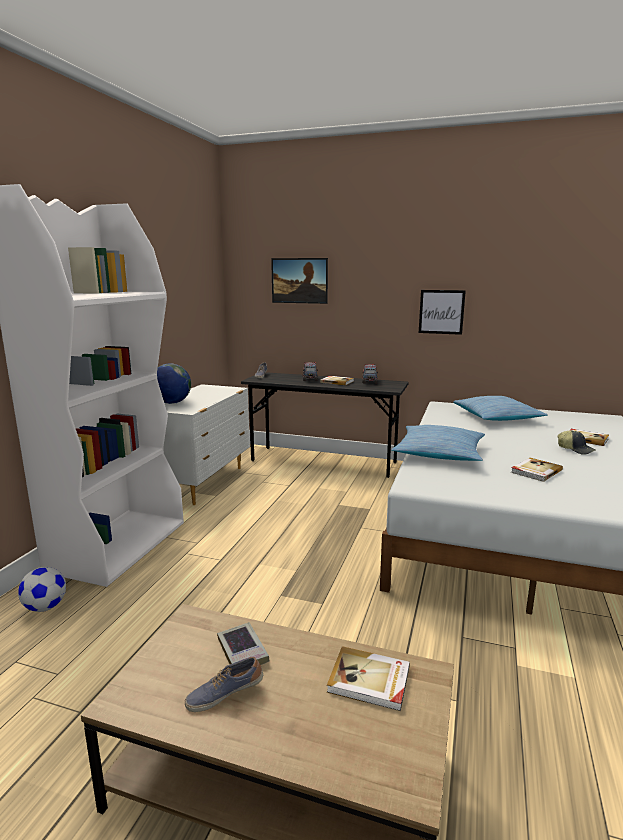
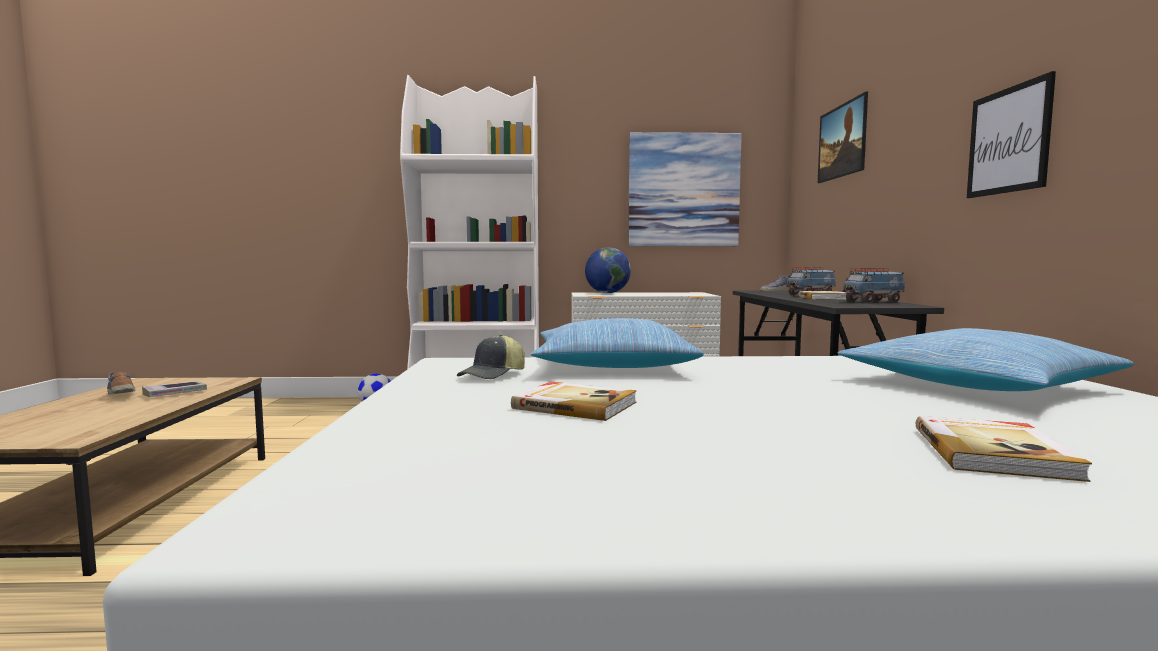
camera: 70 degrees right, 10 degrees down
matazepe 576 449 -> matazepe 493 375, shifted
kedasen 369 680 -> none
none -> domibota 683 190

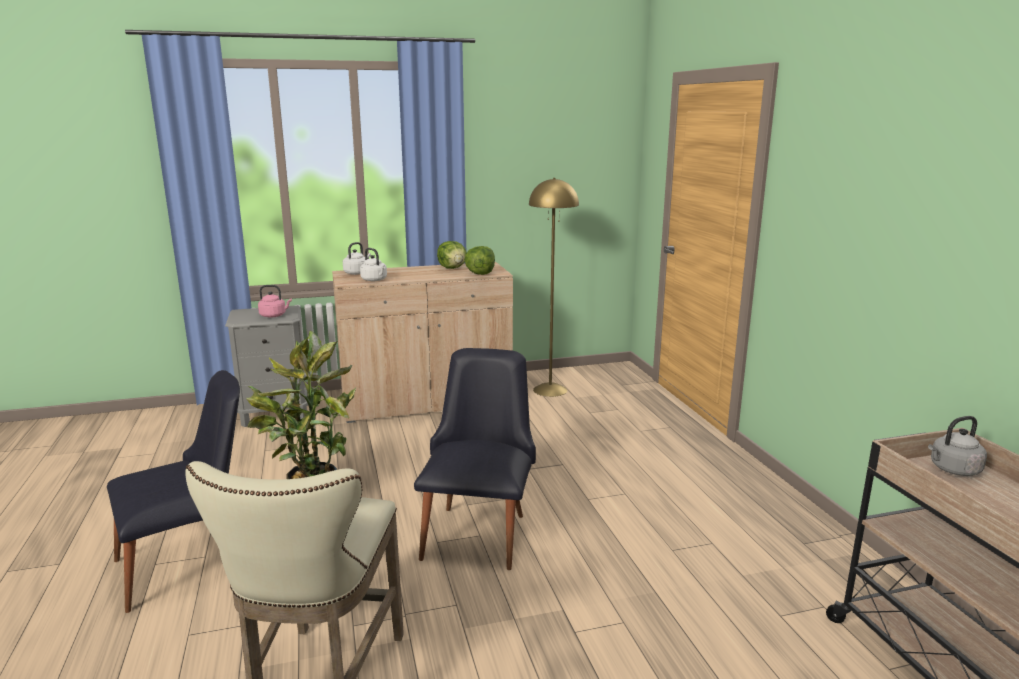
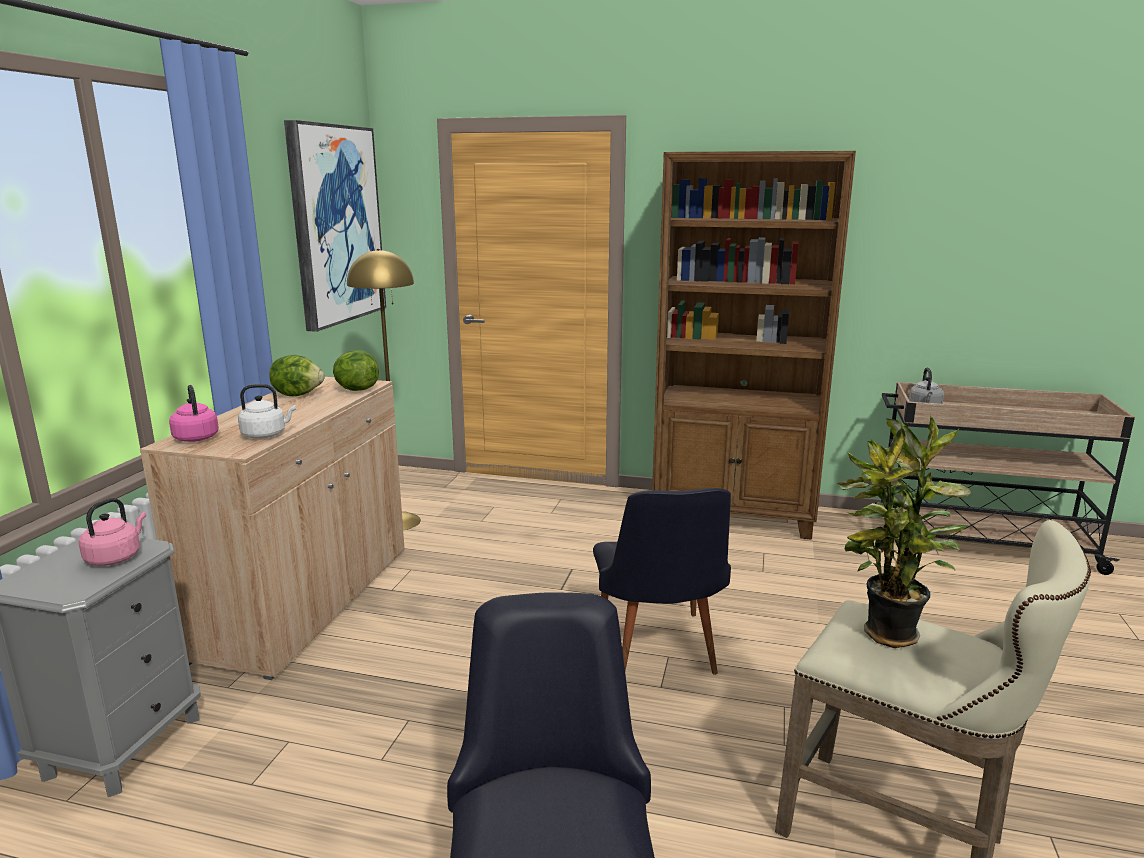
camera: 60 degrees left, 0 degrees up
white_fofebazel 357 273 -> pink_fofebazel 196 437
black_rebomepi 479 530 -> black_rebomepi 658 653, 135 degrees counterclockwise
none -> domibota 335 225
none -> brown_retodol 734 516

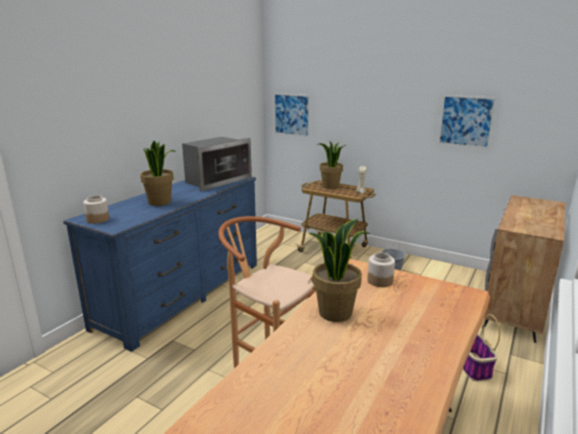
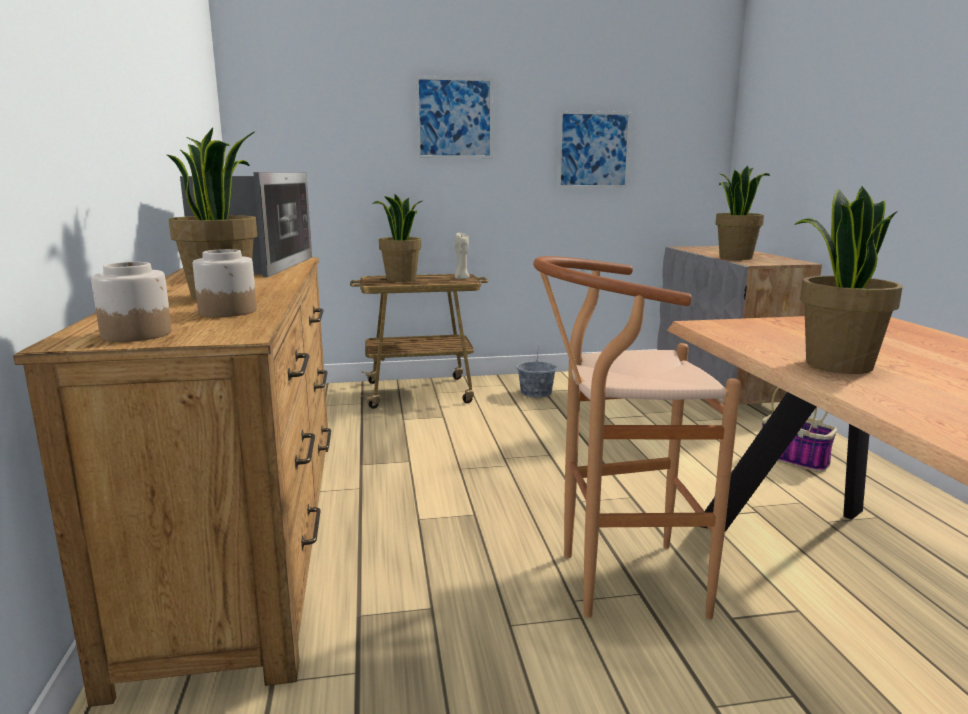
camera: 40 degrees left, 5 degrees down
domibota 291 115 -> domibota 454 118, shifted
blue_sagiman 182 294 -> brown_sagiman 247 533
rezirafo 380 281 -> rezirafo 228 311, shifted
none -> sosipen 735 257

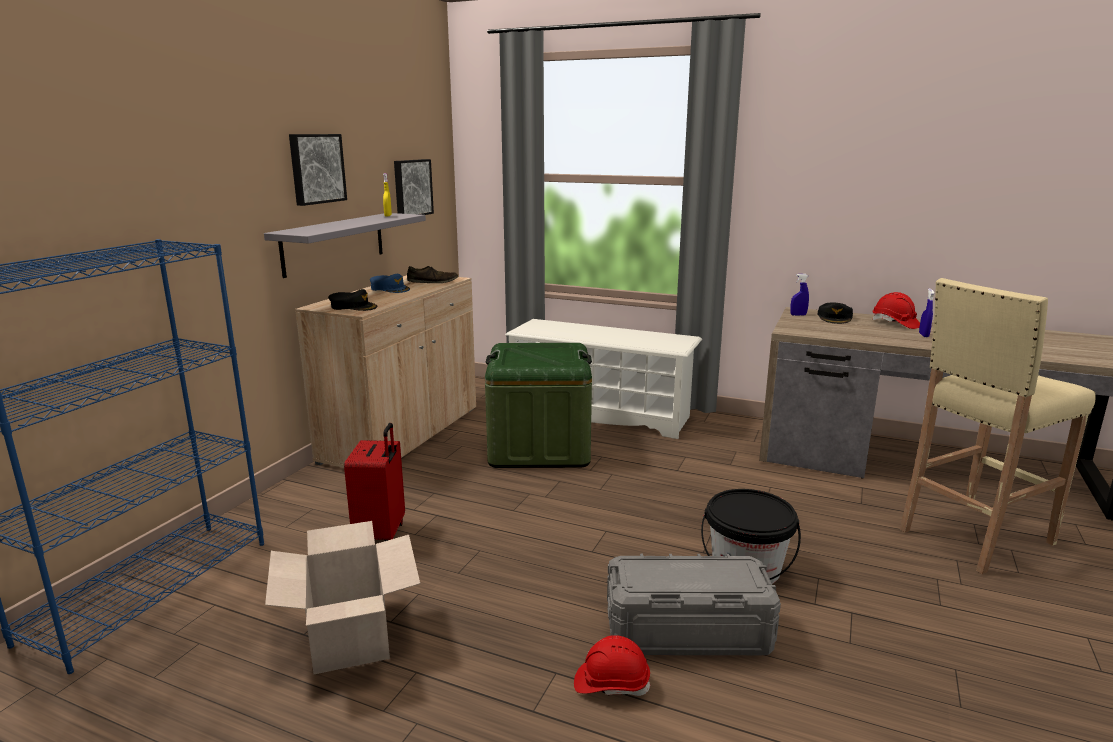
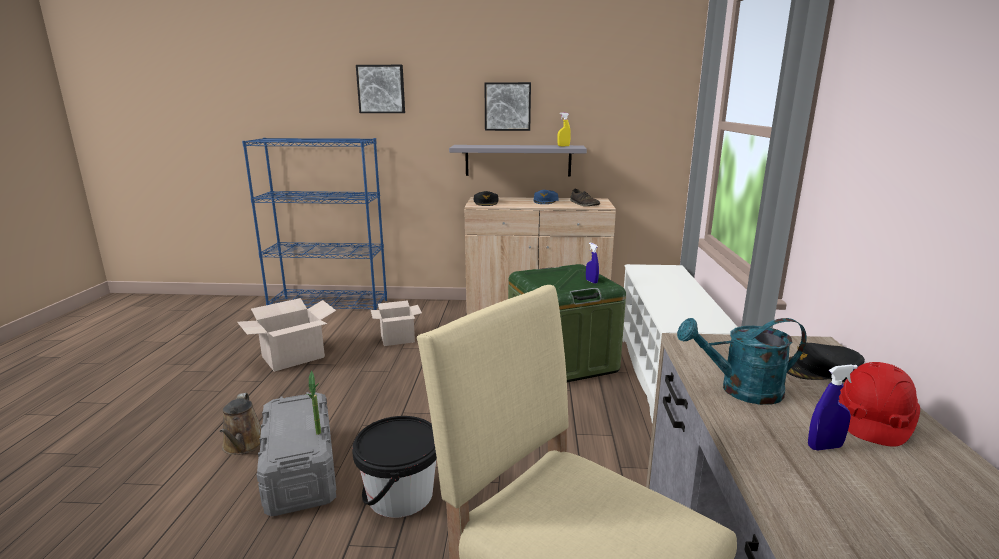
camera: 70 degrees right, 0 degrees up
domibota 411 188 -> domibota 381 89, shifted
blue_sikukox 798 315 -> blue_sikukox 591 281, shifted
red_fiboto 381 535 -> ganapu 397 339
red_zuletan 611 683 -> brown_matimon 243 445
none -> turquoise_matimon 740 390
none -> sosipen 319 435

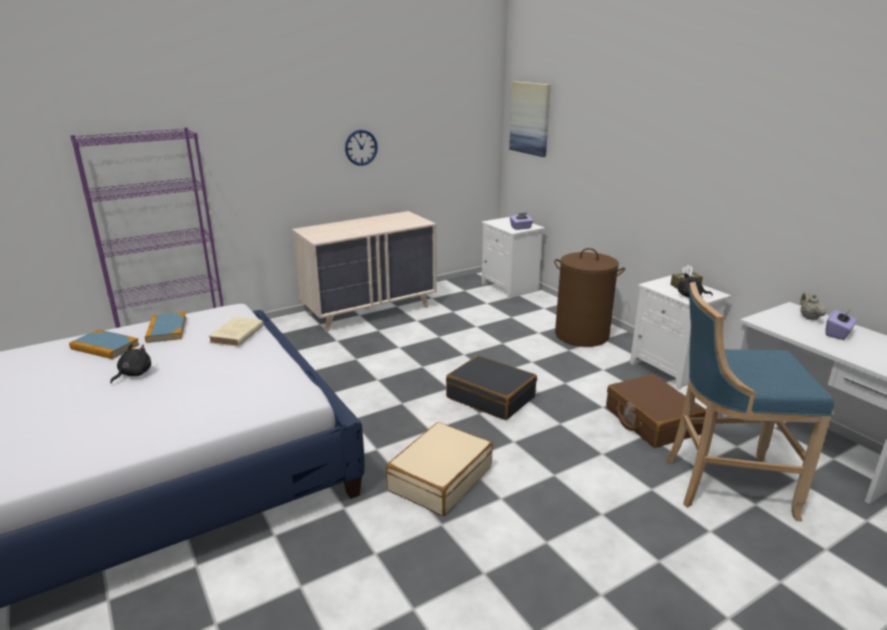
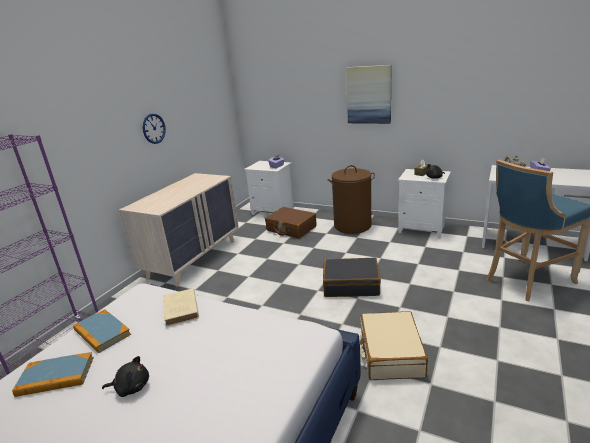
camera: 30 degrees left, 0 degrees up
domibota 530 118 -> domibota 369 95, shifted
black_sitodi 133 374 -> black_sitodi 131 387, 90 degrees clockwise
brown_fiboto 651 421 -> brown_fiboto 291 229, shifted

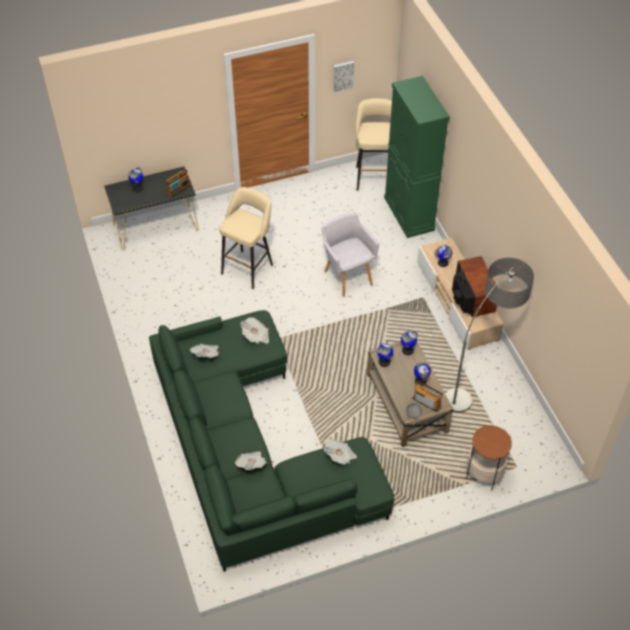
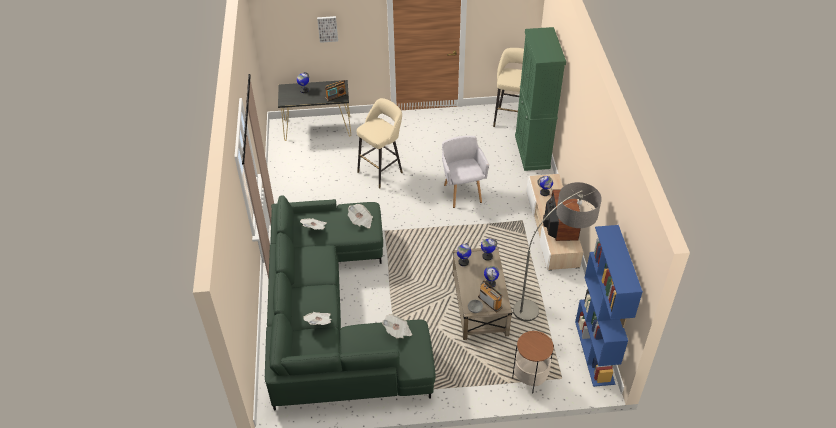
camera: 15 degrees right, 5 degrees down
domibota 343 75 -> domibota 327 28, shifted
none -> blue_retodol 595 352

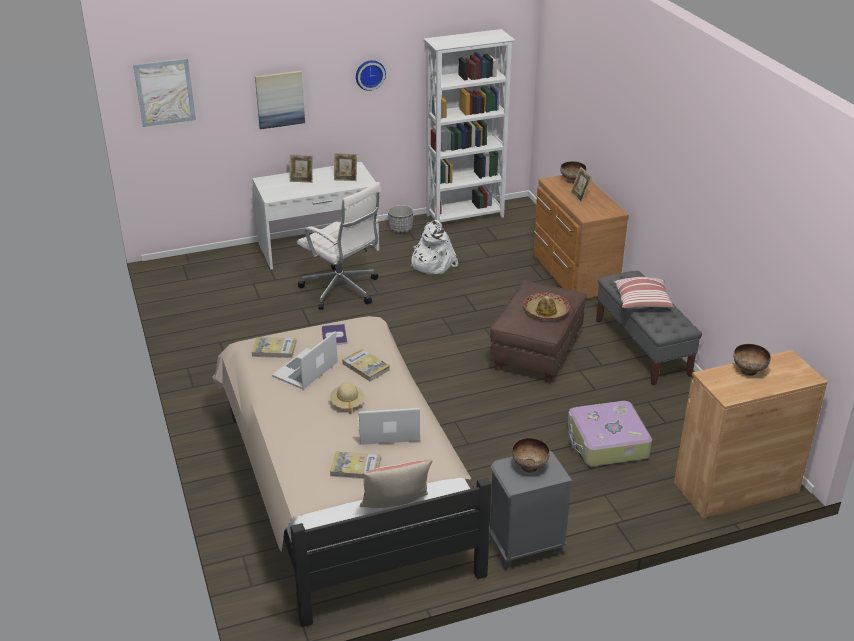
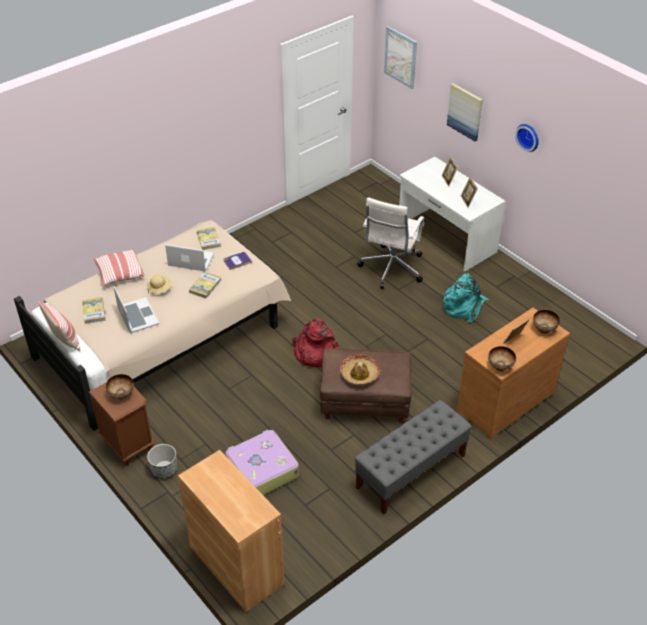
camera: 70 degrees right, 10 degrees up
white_retodol 466 216 -> none
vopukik 400 229 -> vopukik 164 470, shifted
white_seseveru 431 264 -> turquoise_seseveru 463 307
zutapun 642 302 -> zutapun 119 273, shifted
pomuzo 749 371 -> pomuzo 500 367, shifted
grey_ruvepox 524 546 -> brown_ruvepox 128 444
none -> red_seseveru 313 353

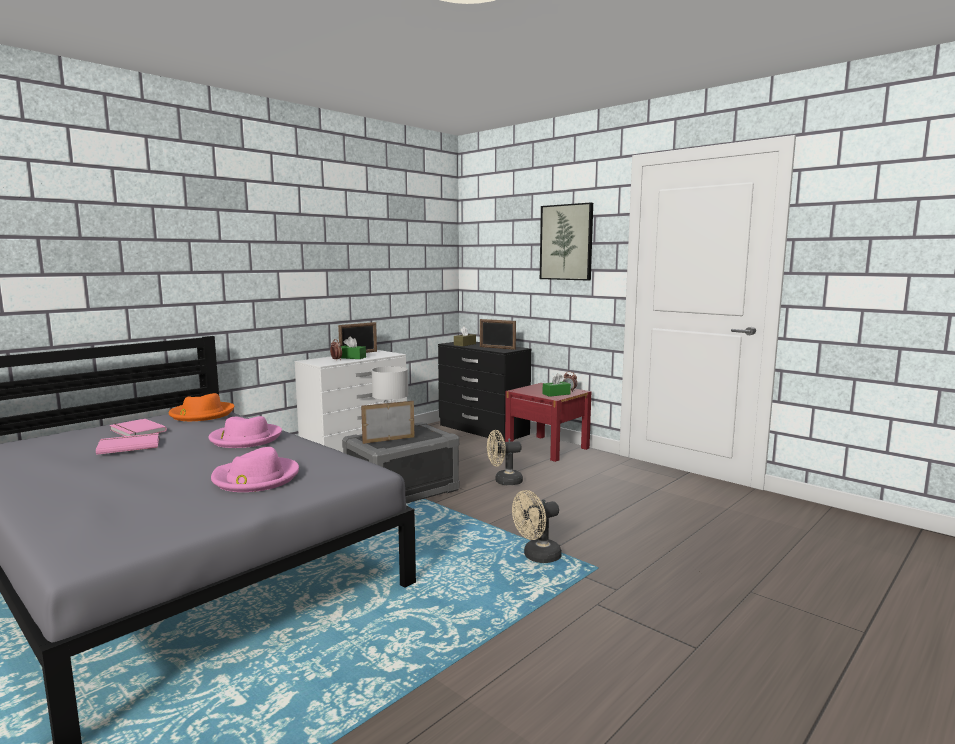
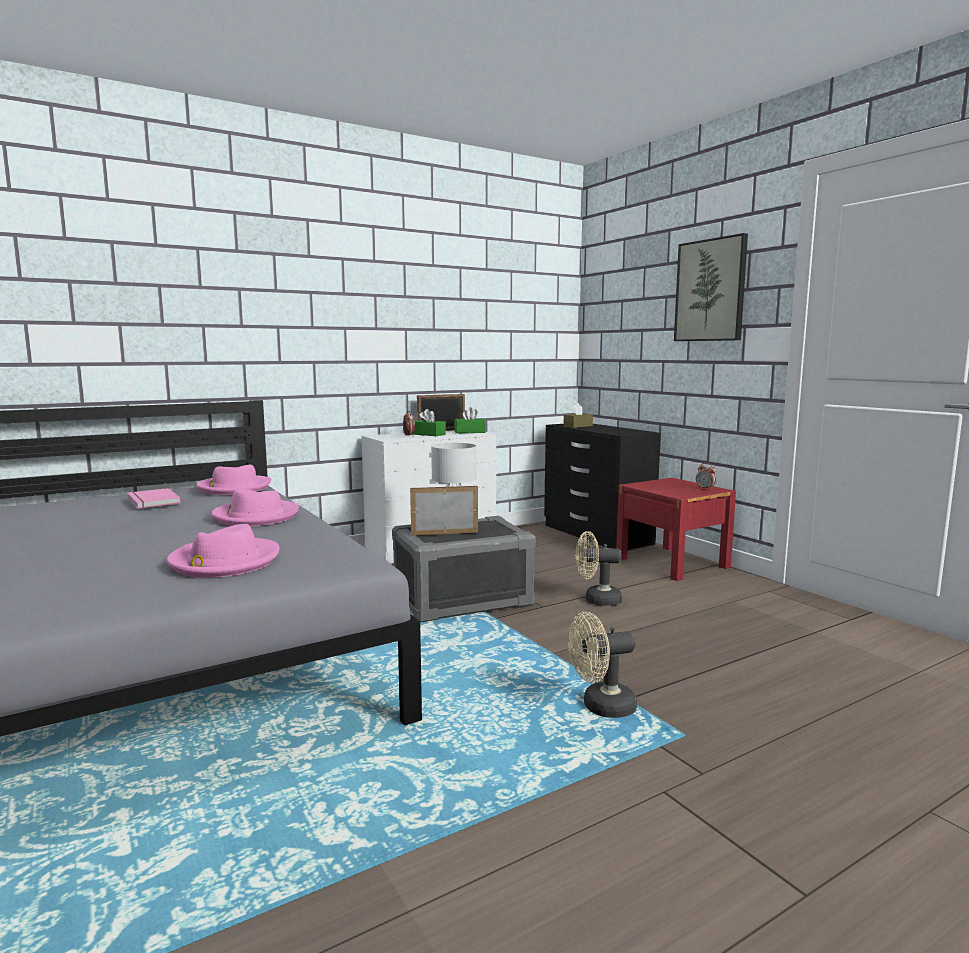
camera: 15 degrees right, 0 degrees up
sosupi 497 348 -> none
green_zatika 556 394 -> green_zatika 470 432, shifted
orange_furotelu 201 414 -> pink_furotelu 234 488
pink_kedasen 128 445 -> none

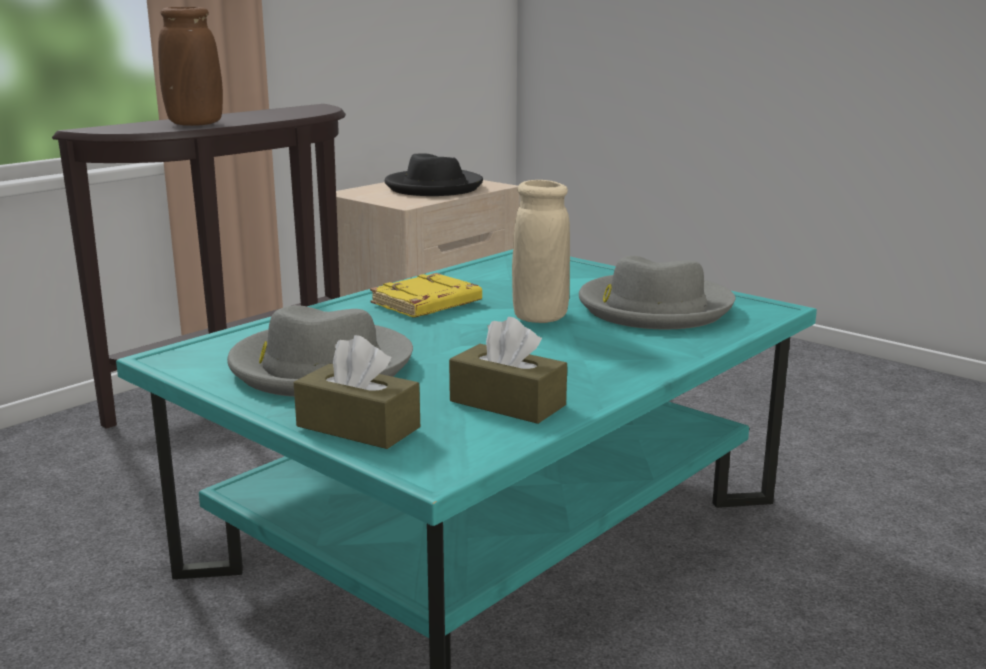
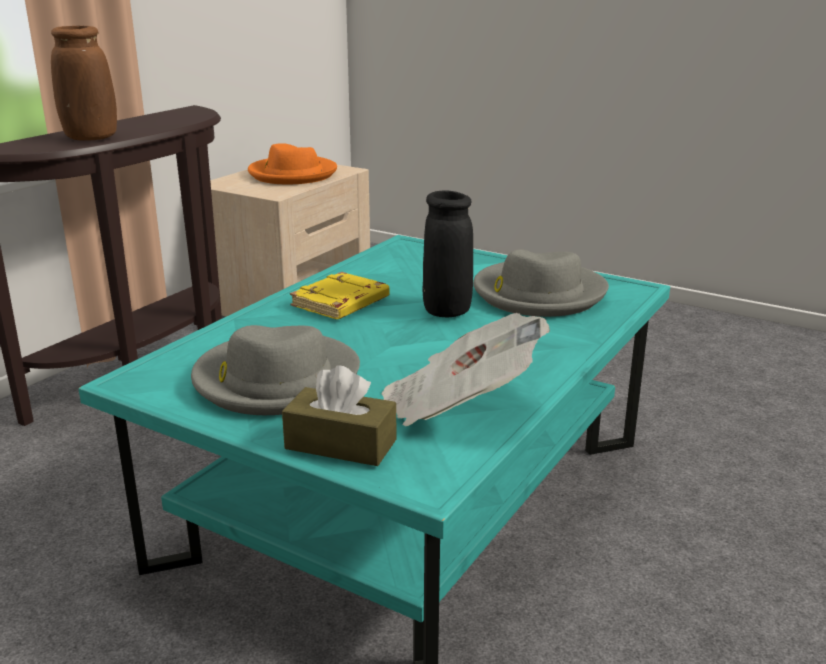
camera: 10 degrees left, 5 degrees up
black_furotelu 433 187 -> orange_furotelu 292 174
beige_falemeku 540 317 -> black_falemeku 447 311
brown_zatika 507 403 -> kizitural 459 406

